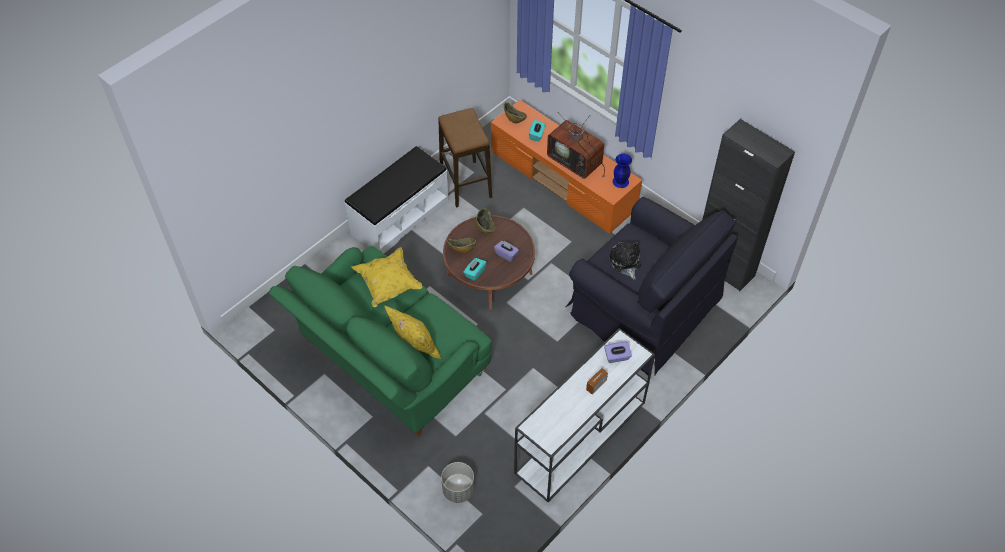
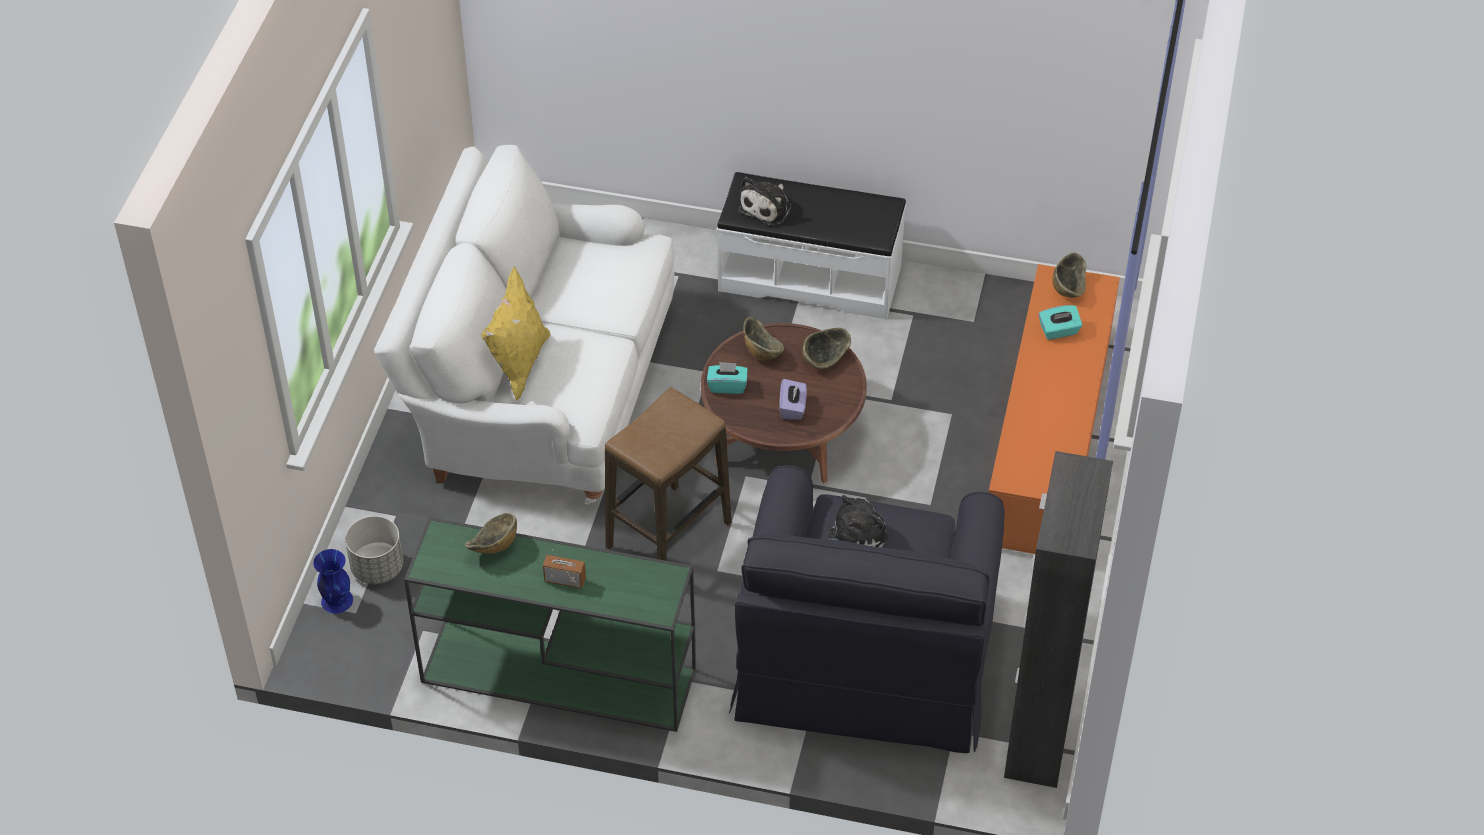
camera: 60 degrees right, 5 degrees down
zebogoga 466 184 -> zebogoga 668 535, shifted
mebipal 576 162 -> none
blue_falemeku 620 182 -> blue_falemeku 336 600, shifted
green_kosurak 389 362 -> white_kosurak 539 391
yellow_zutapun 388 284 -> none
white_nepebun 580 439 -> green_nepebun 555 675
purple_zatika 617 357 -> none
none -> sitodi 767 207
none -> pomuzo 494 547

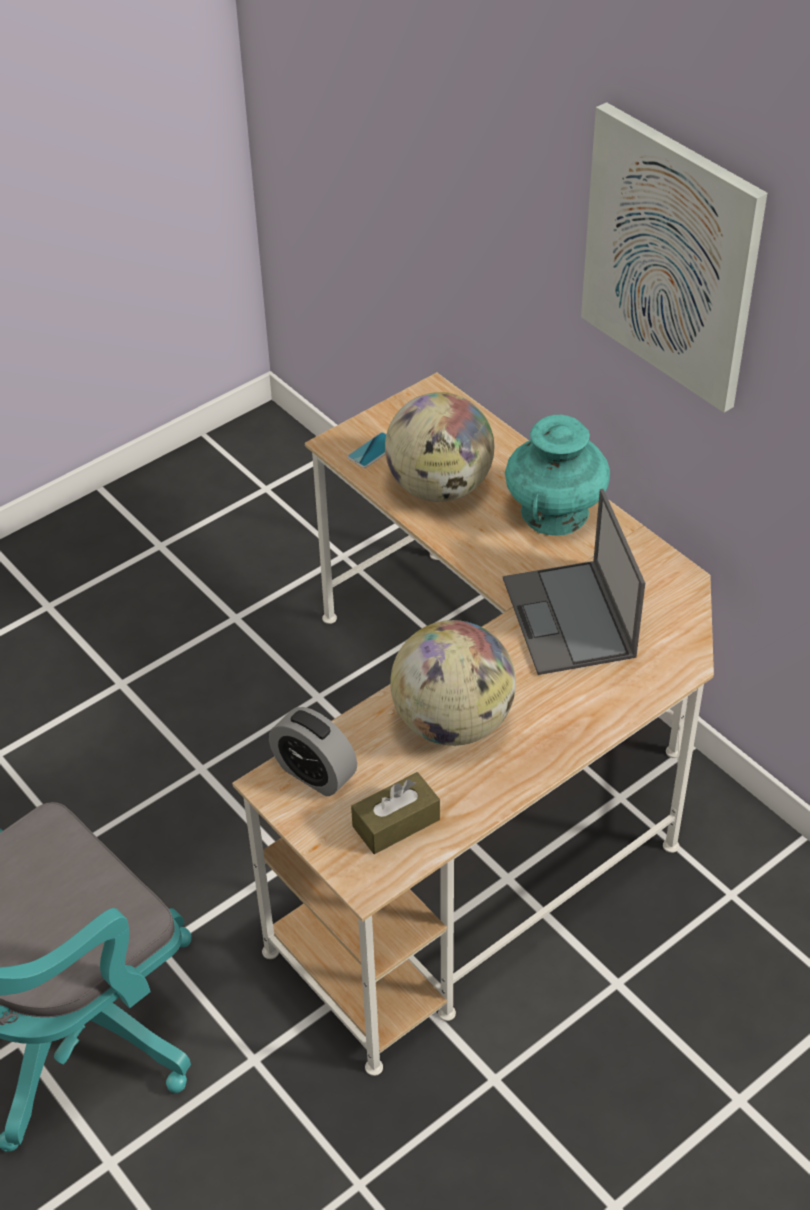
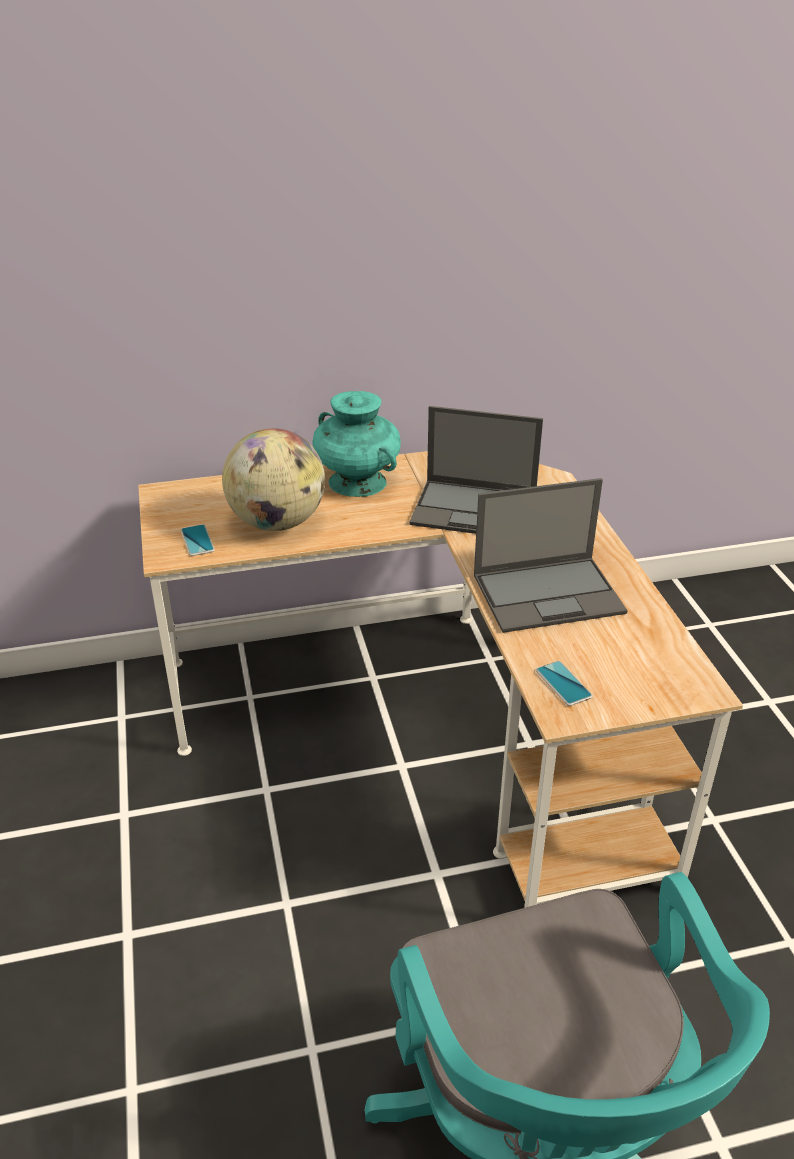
camera: 65 degrees left, 10 degrees down
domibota 671 257 -> none
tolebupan 453 723 -> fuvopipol 549 593
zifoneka 314 773 -> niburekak 563 684
brown_zatika 396 823 -> none

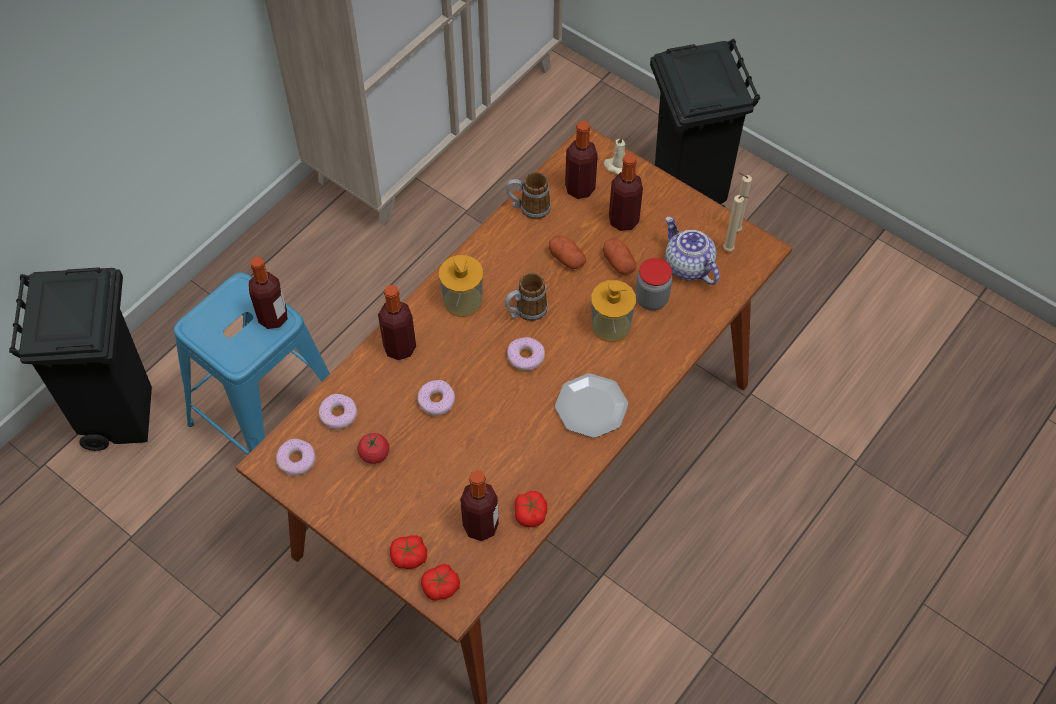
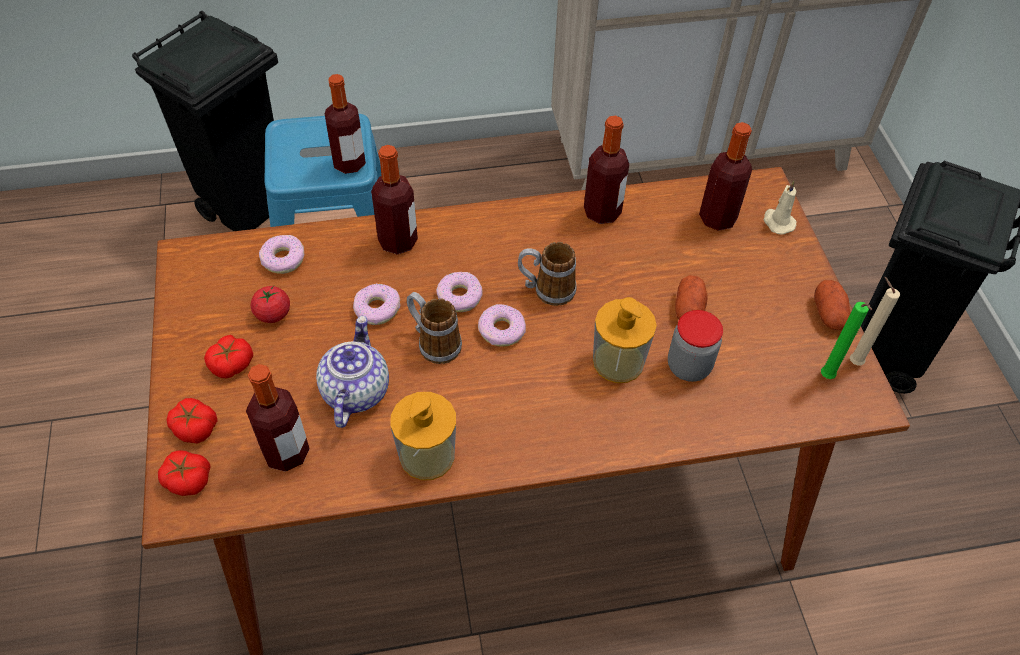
camera: 40 degrees right, 5 degrees down
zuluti 623 220 -> zuluti 602 212, shifted
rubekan 528 208 -> rubekan 433 342, shifted
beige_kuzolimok 729 250 -> green_kuzolimok 827 378
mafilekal 687 266 -> mafilekal 355 391, shifted
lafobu 567 258 -> lafobu 829 314, shifted
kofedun 463 301 -> kofedun 427 455, shifted
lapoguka 590 407 -> none
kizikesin 296 460 -> kizikesin 459 297, shifted
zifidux 531 513 -> zifidux 232 364, shifted

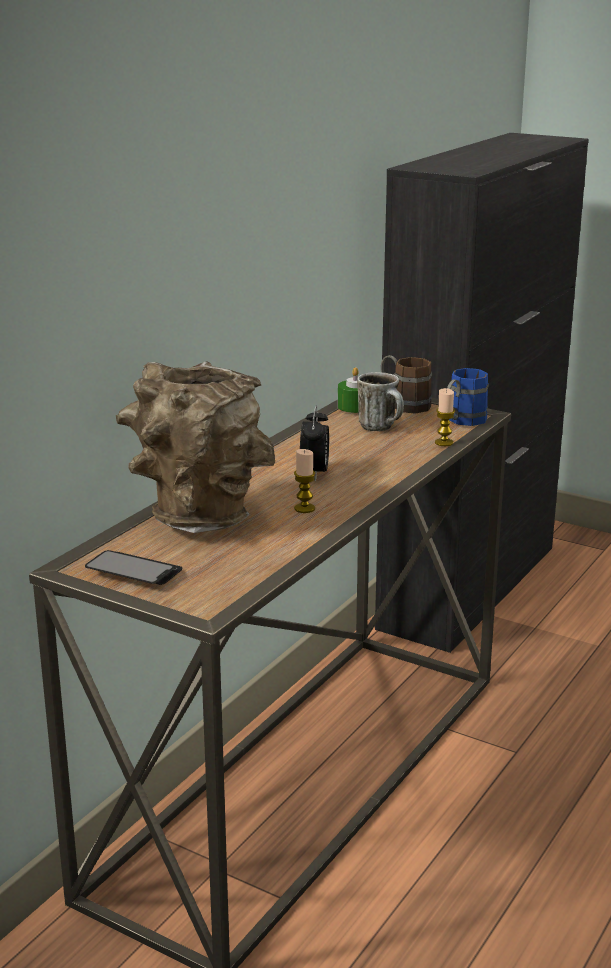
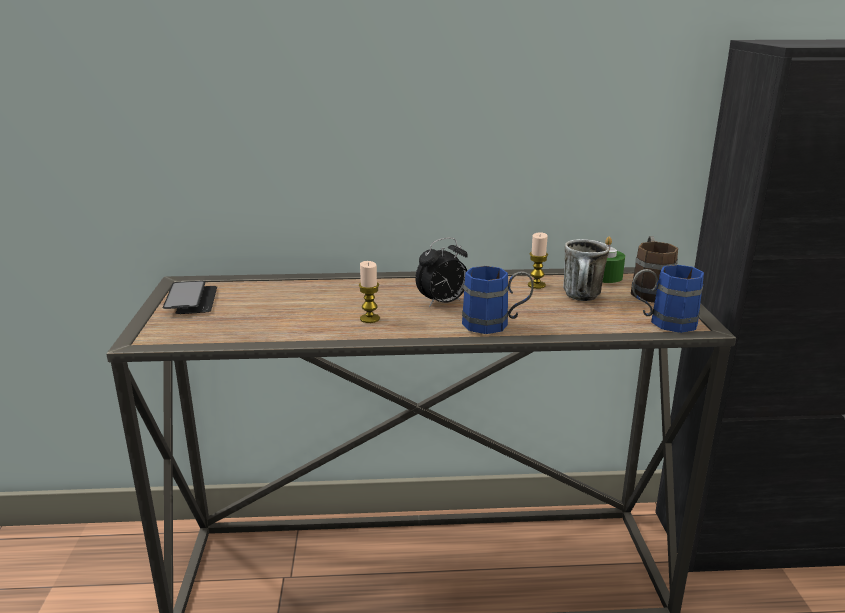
camera: 55 degrees right, 0 degrees up
brown_falemeku 197 516 -> none
kuzolimok 444 443 -> kuzolimok 536 285, shifted
none -> blue_rubekan 496 324

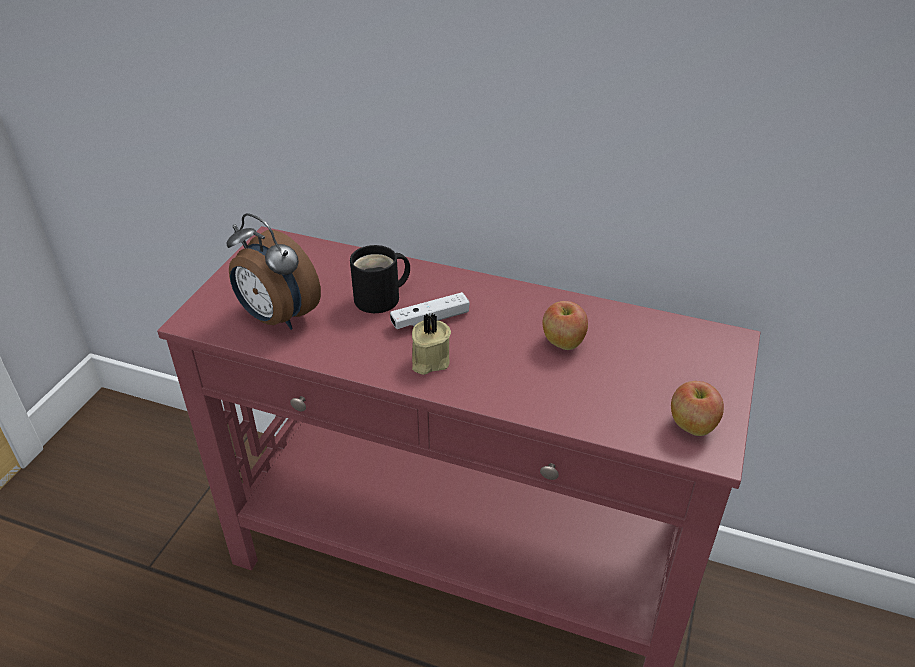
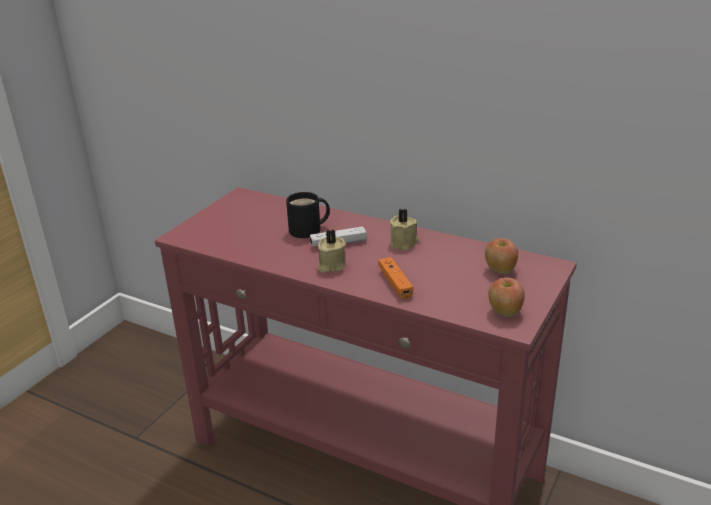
camera: 10 degrees right, 10 degrees down
zifoneka 277 318 -> none
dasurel 563 343 -> dasurel 500 270, shifted
none -> beige_kuzolimok 404 243
none -> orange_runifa 395 283

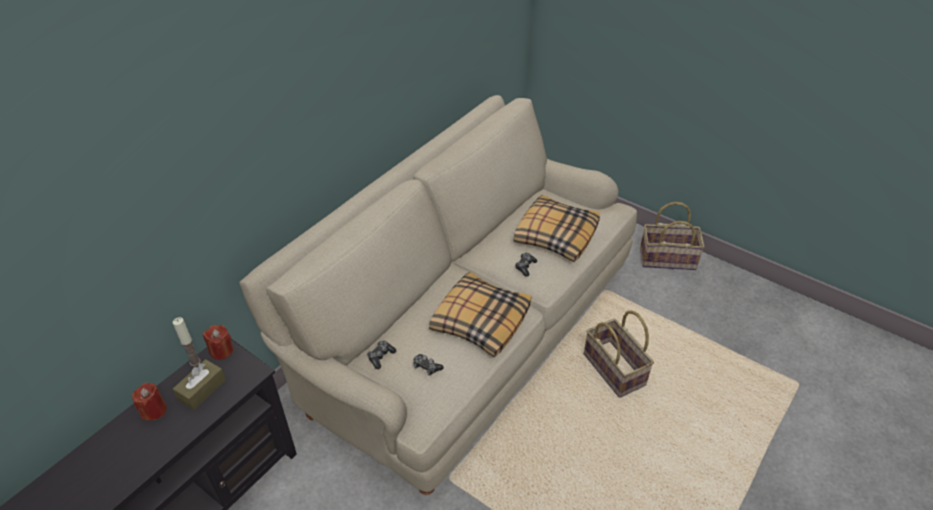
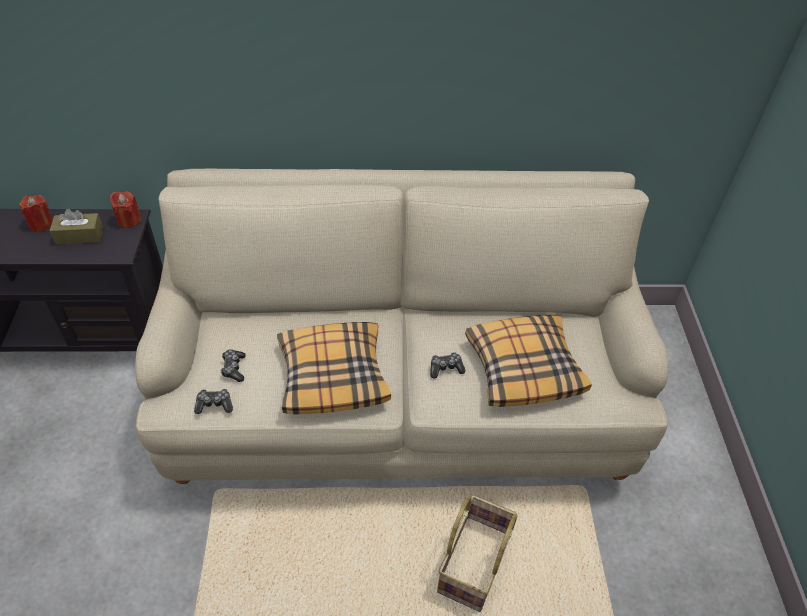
camera: 50 degrees right, 5 degrees up
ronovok 667 258 -> none
kuzolimok 195 362 -> none
runifa 381 356 -> runifa 214 404, shifted

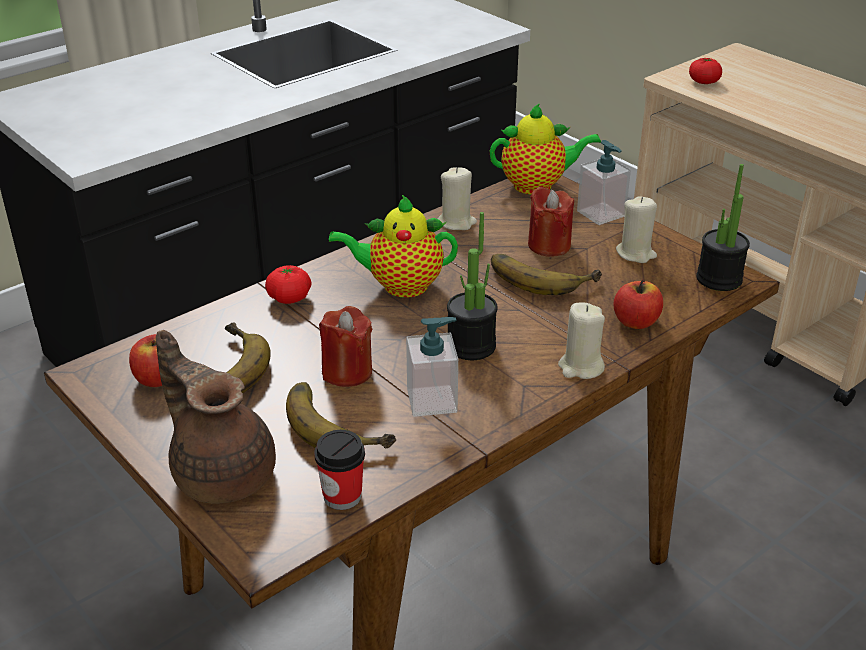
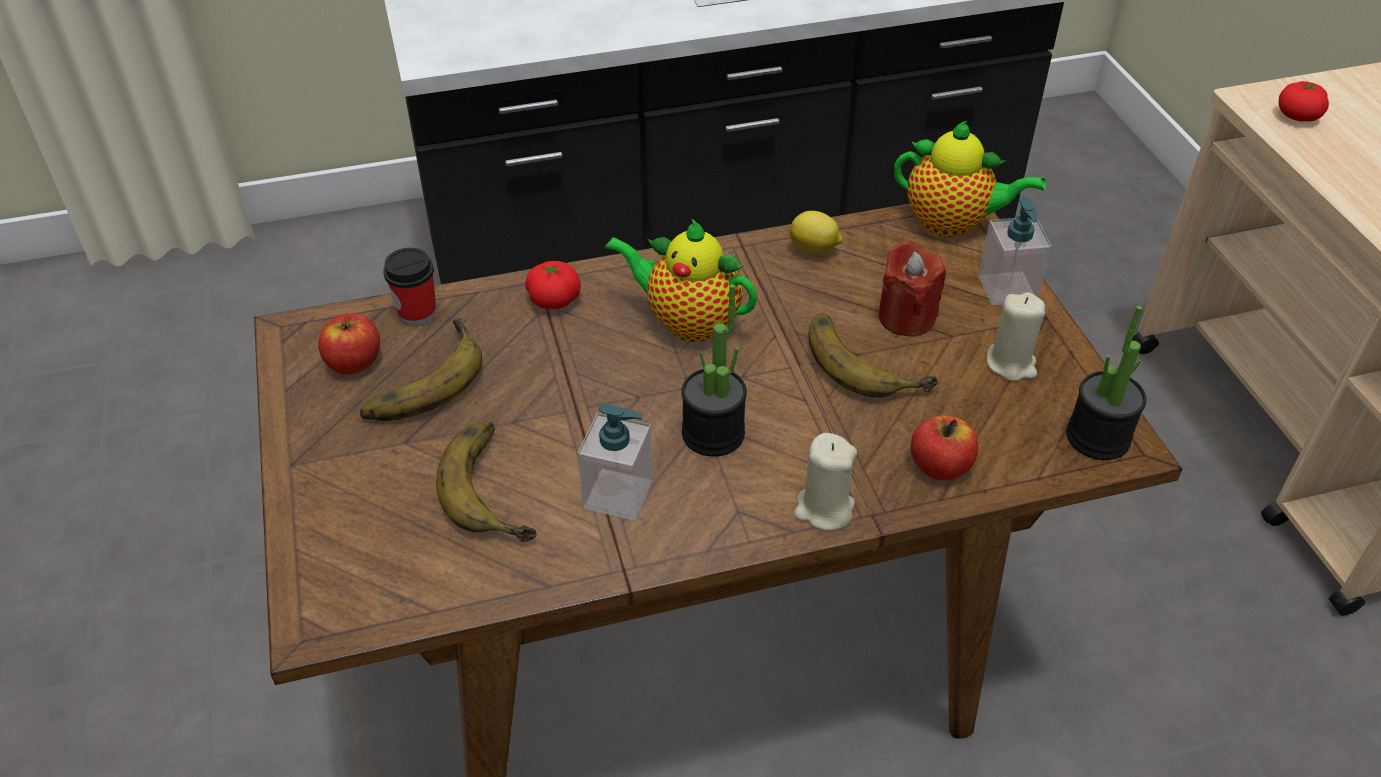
camera: 25 degrees right, 10 degrees up
beige_kuzolimok 456 222 -> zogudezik 814 250
red_kuzolimok 347 372 -> none
brown_mafilekal 222 472 -> none
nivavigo 342 496 -> nivavigo 417 313, shifted

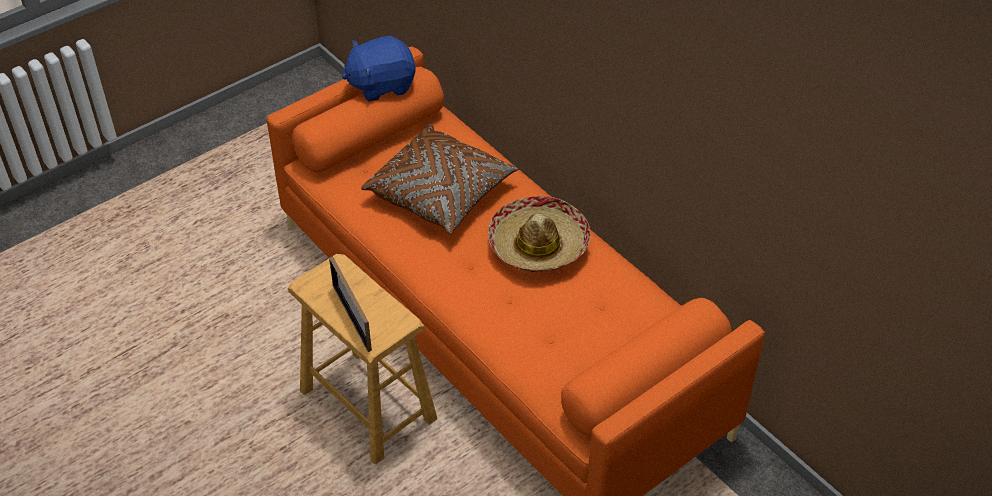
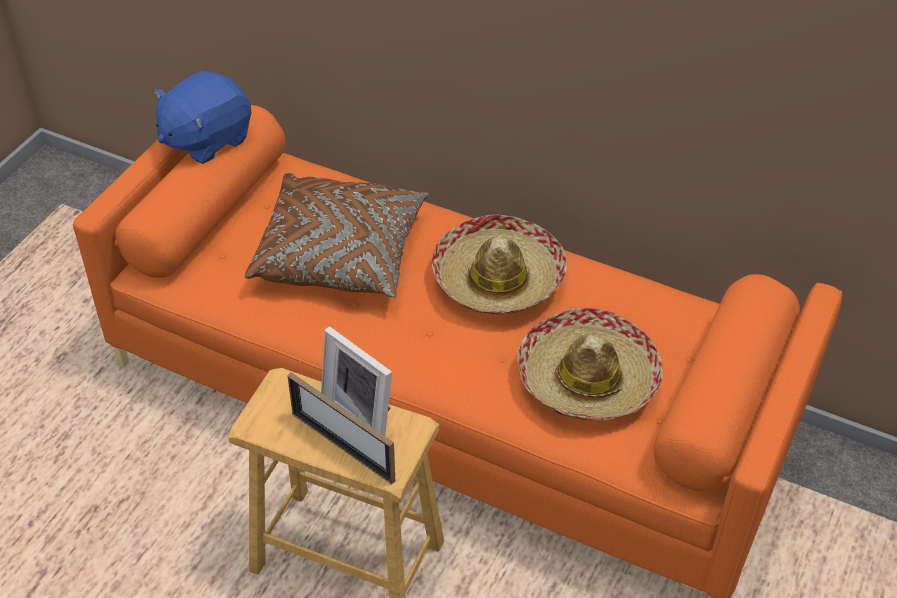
camera: 25 degrees left, 0 degrees up
none -> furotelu 588 378
none -> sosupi 363 417

